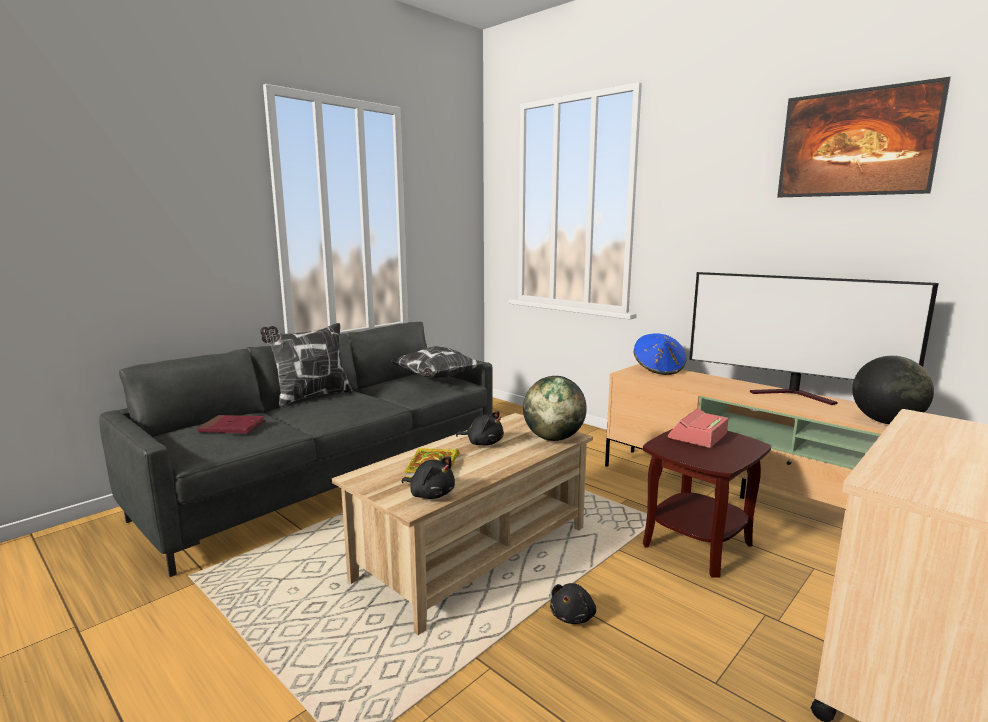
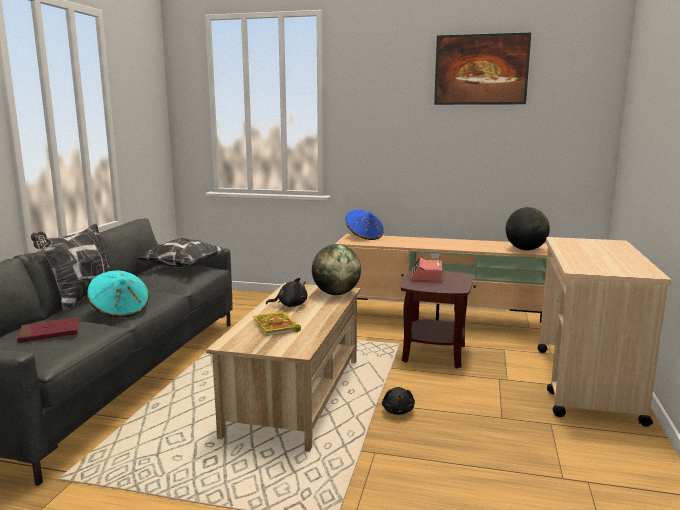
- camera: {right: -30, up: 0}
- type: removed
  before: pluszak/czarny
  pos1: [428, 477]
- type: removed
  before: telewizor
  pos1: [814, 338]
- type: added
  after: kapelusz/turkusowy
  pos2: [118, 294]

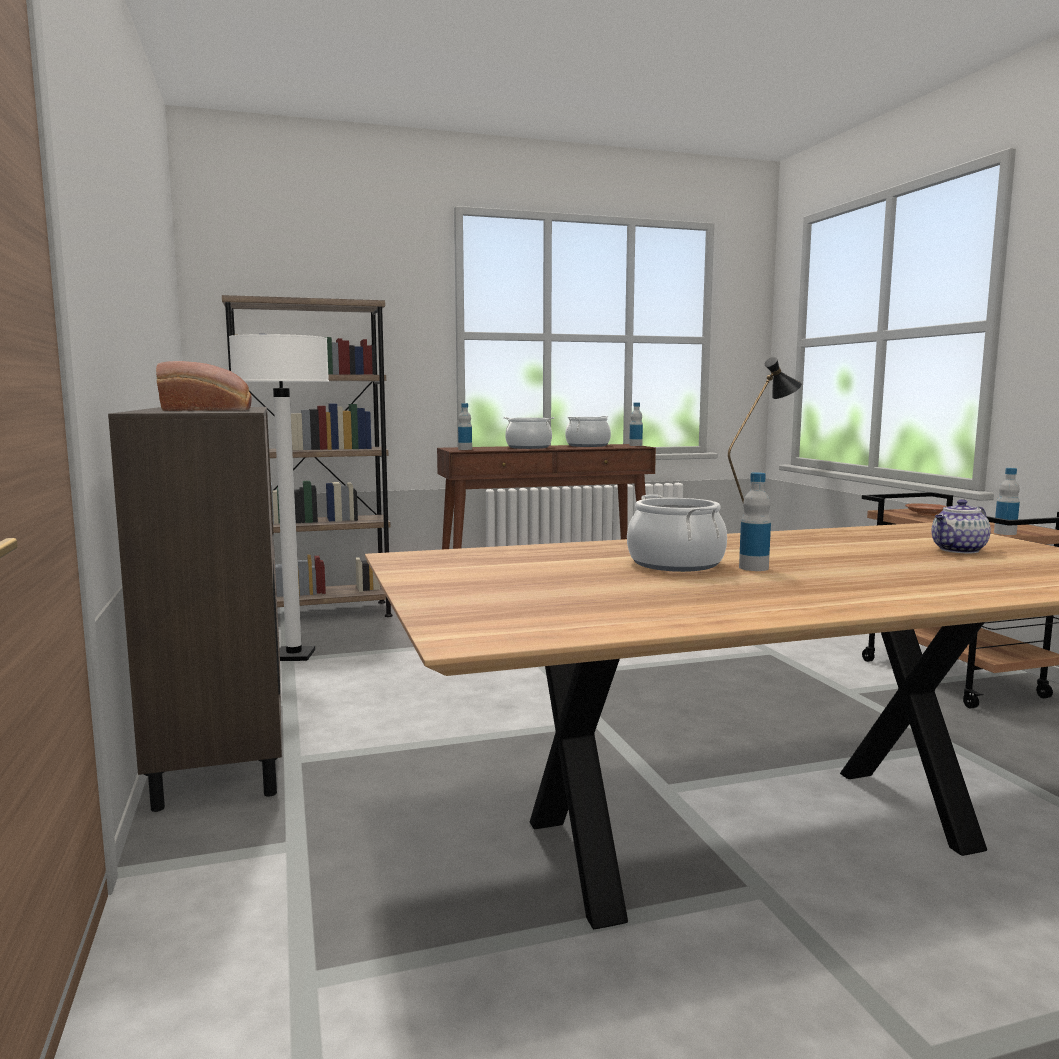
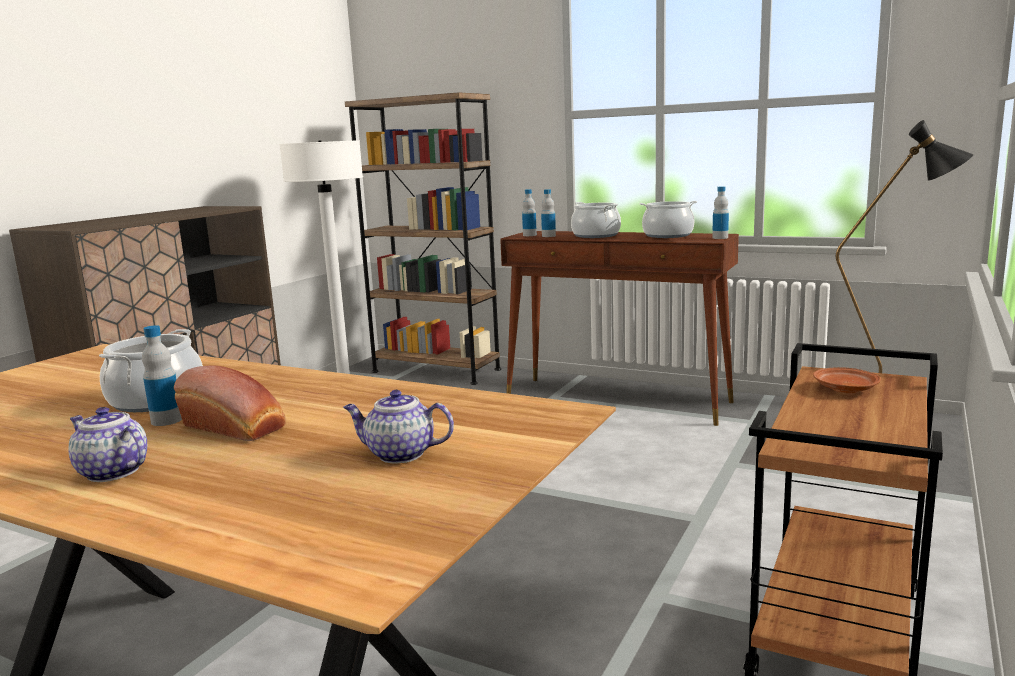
- camera: {right: 45, up: 5}
- type: moved
  before: chleb
  pos1: [204, 386]
  pos2: [230, 403]
- type: moved
  before: butelka
  pos1: [1007, 501]
  pos2: [548, 213]
- type: added
  after: imbryk
  pos2: [108, 444]

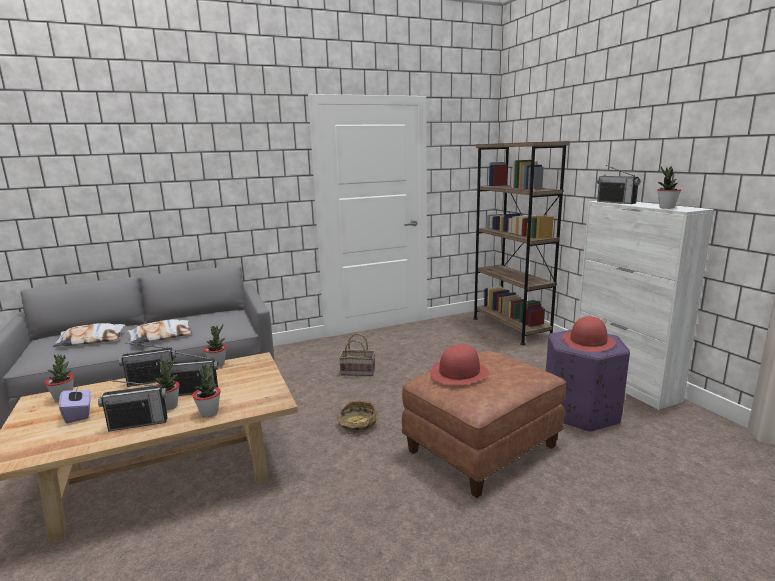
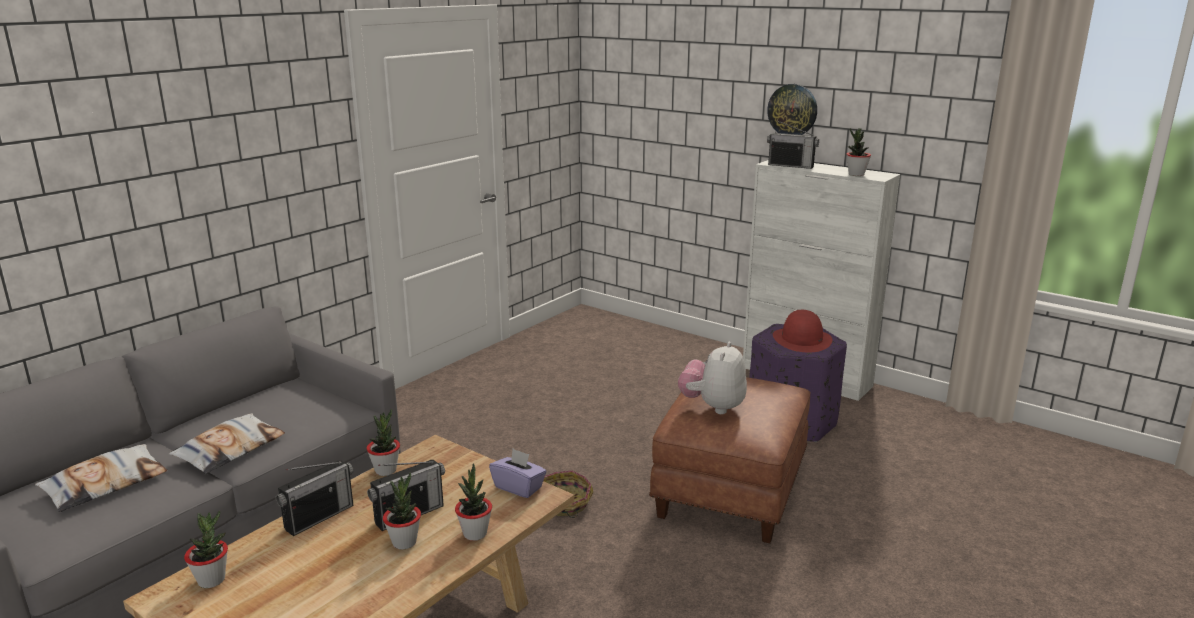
- camera: {right: -30, up: 5}
- type: moved
  before: pudełko chusteczek/fioletowy
  pos1: [75, 403]
  pos2: [518, 473]
- type: removed
  before: radio
  pos1: [133, 405]
- type: removed
  before: koszyk
  pos1: [357, 354]
- type: replaced
  before: kapelusz/czerwony
  after: pluszak
  pos1: [459, 365]
  pos2: [712, 378]
- type: removed
  before: regał/brązowy
  pos1: [521, 243]
- type: added
  after: zegar ścienny
  pos2: [792, 109]

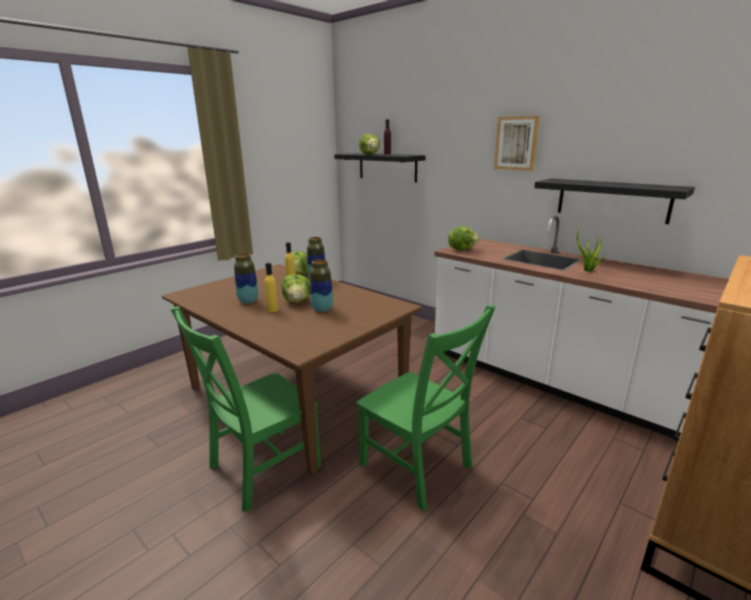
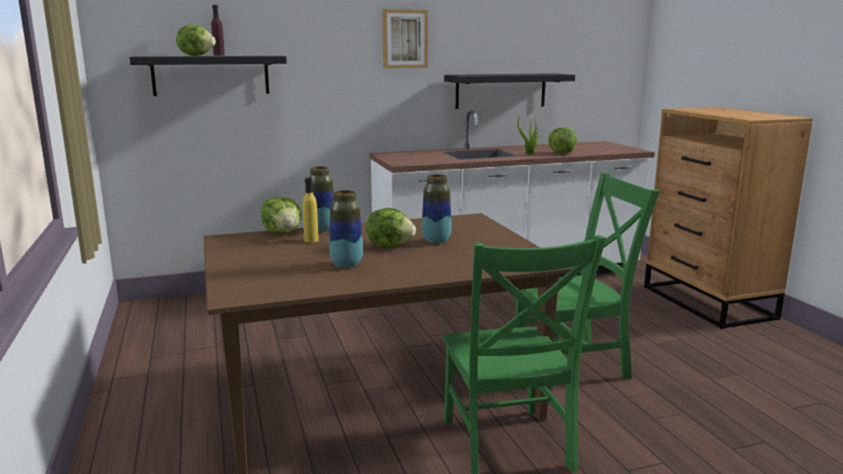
- camera: {right: -60, up: -5}
- type: removed
  before: butelka/żółty
  pos1: [272, 287]
- type: moved
  before: sałata
  pos1: [463, 238]
  pos2: [562, 140]

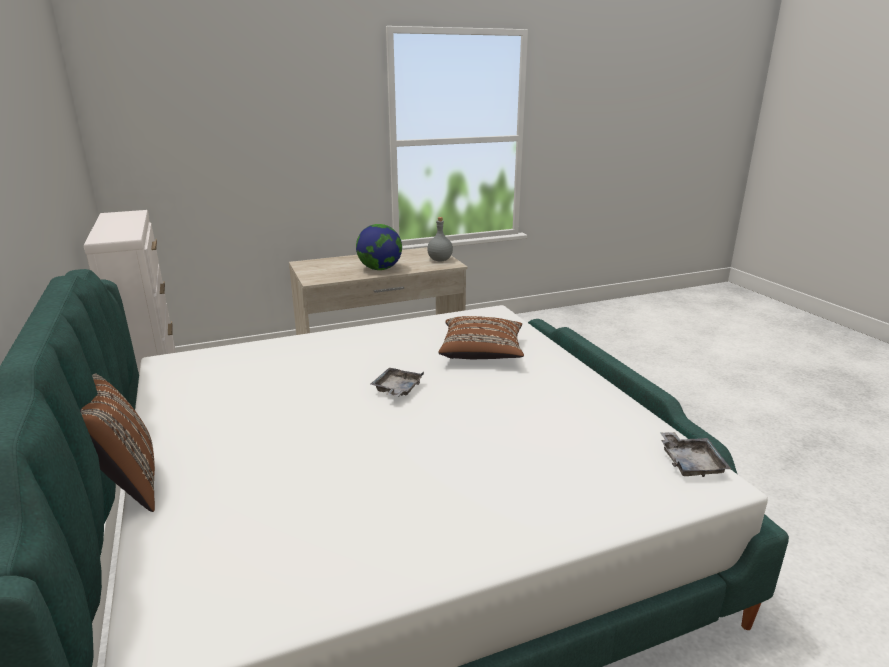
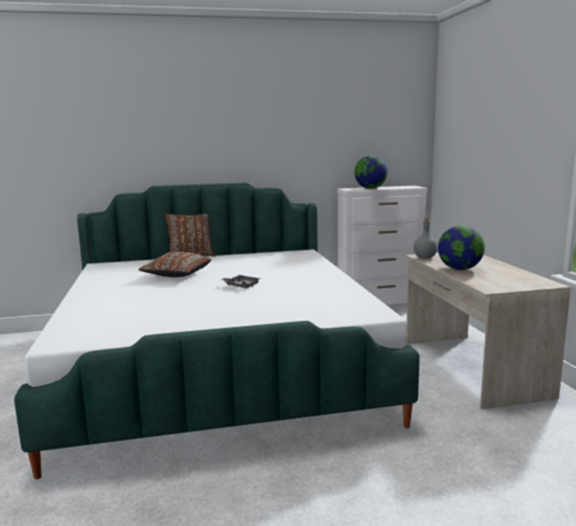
- camera: {right: 100, up: -10}
- type: moved
  before: butelka/szary
  pos1: [440, 239]
  pos2: [425, 238]
- type: moved
  before: poduszka/brązowy
  pos1: [481, 337]
  pos2: [174, 264]
- type: removed
  before: taca/szary
  pos1: [695, 454]
- type: added
  after: globus
  pos2: [371, 172]

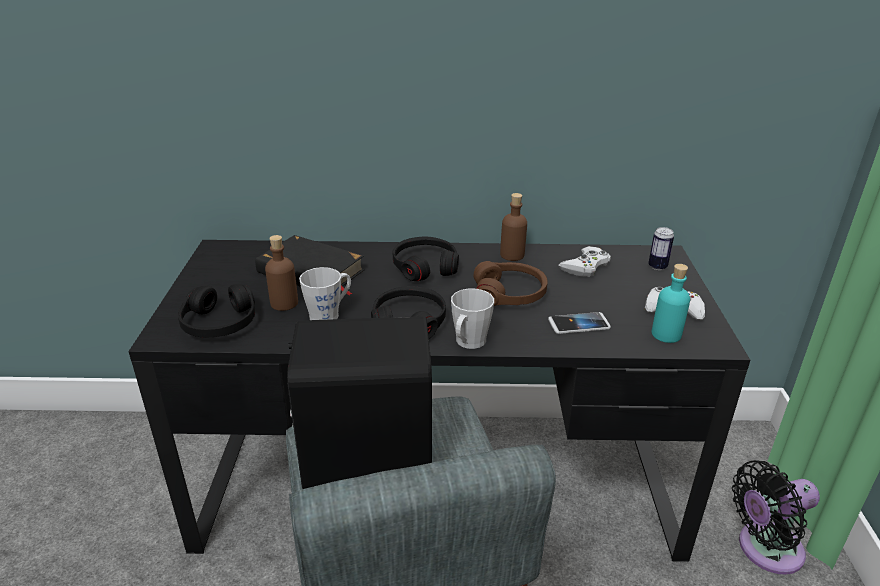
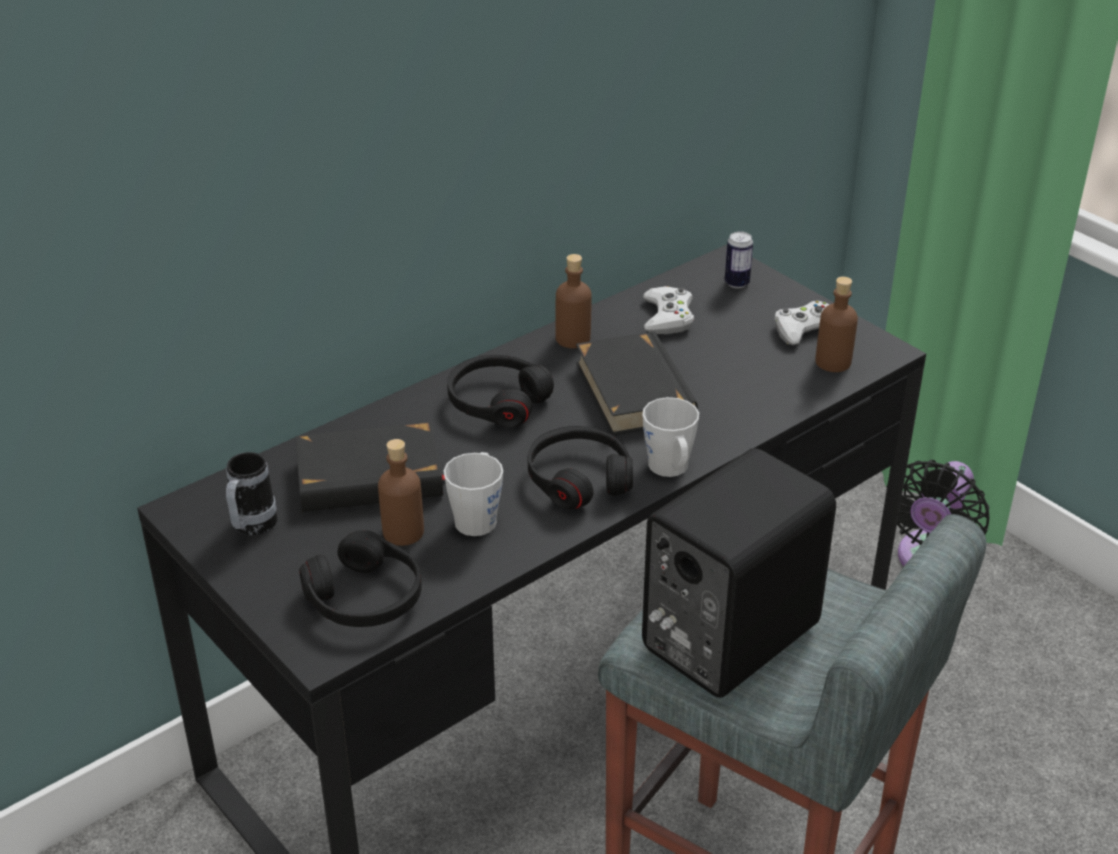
- camera: {right: -40, up: 5}
- type: replaced
  before: słuchawki/brązowy
  after: książka/czarny
  pos1: [510, 283]
  pos2: [637, 383]
- type: removed
  before: telefon
  pos1: [579, 323]
- type: recoloured
  before: butelka/turkusowy
  after: butelka/brązowy
  pos1: [671, 303]
  pos2: [836, 324]
- type: added
  after: kubek
  pos2: [252, 493]

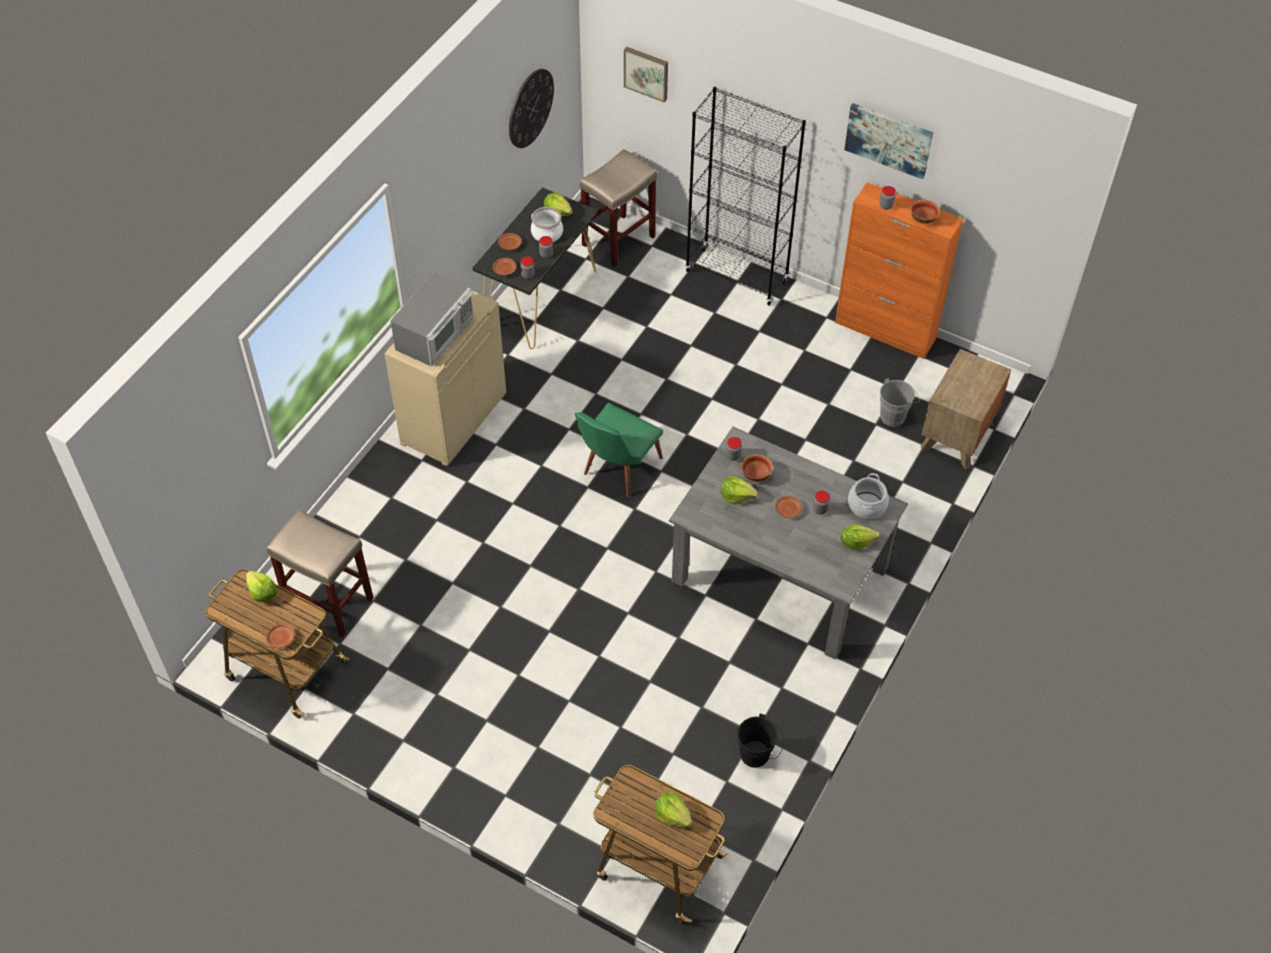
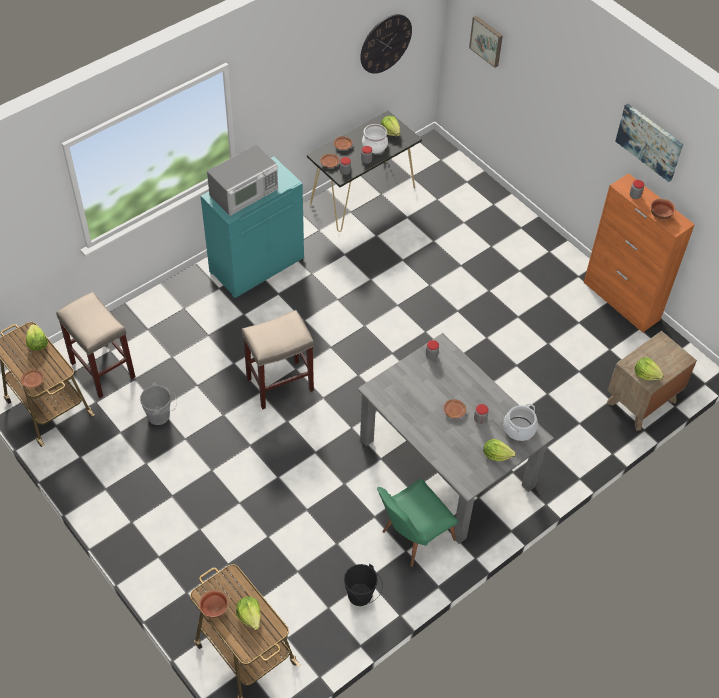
- camera: {right: 20, up: 0}
- type: recoloured
  before: szafka/beżowy
  after: szafka/turkusowy
  pos1: [445, 378]
  pos2: [252, 227]
- type: moved
  before: krzesło/zielony
  pos1: [619, 450]
  pos2: [417, 522]
- type: moved
  before: stołek/beżowy
  pos1: [618, 208]
  pos2: [277, 359]
- type: removed
  before: regał/czarny
  pos1: [745, 196]
- type: moved
  before: sałata
  pos1: [739, 490]
  pos2: [649, 368]
- type: moved
  before: miska
  pos1: [757, 468]
  pos2: [214, 604]
- type: moved
  before: wiadro/szary
  pos1: [900, 402]
  pos2: [158, 404]

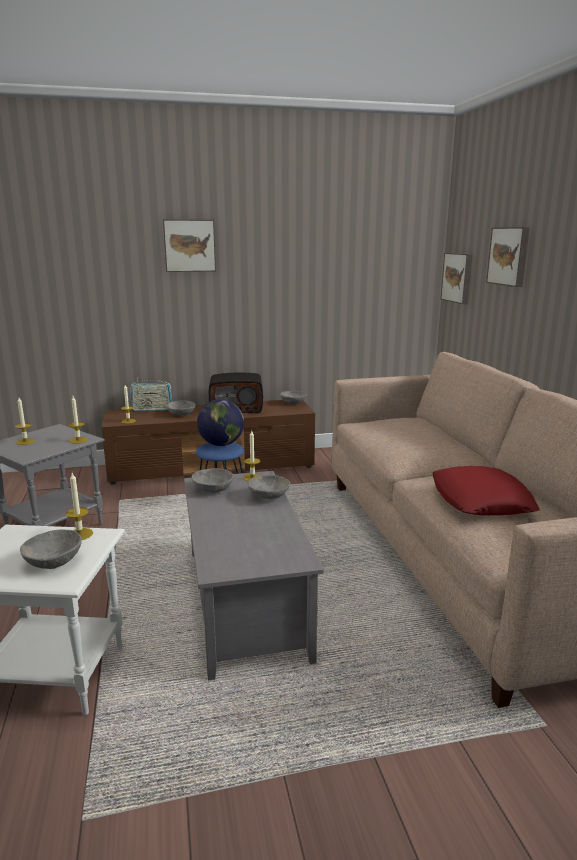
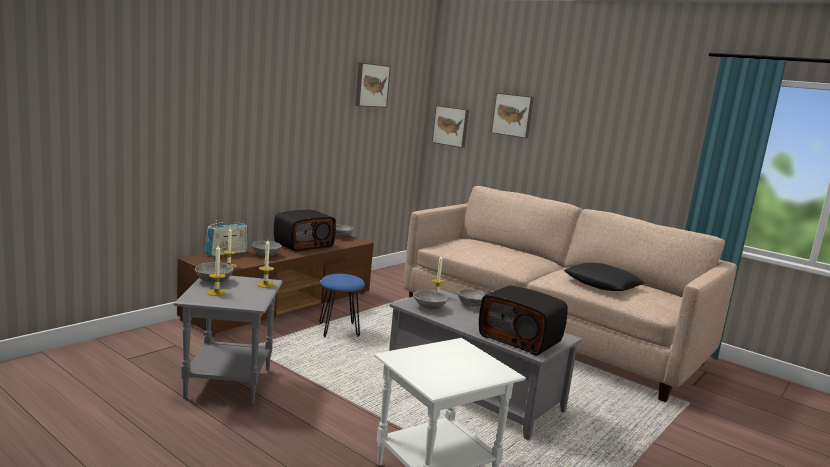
- camera: {right: -40, up: -5}
- type: moved
  before: miska/szary
  pos1: [51, 549]
  pos2: [214, 272]
- type: removed
  before: świeca
  pos1: [79, 506]
- type: moved
  before: obraz
  pos1: [189, 245]
  pos2: [373, 85]
- type: removed
  before: globus
  pos1: [220, 422]
- type: recoloured
  before: poduszka/czerwony
  after: poduszka/czarny
  pos1: [486, 491]
  pos2: [604, 277]
- type: added
  after: radio
  pos2: [523, 320]

